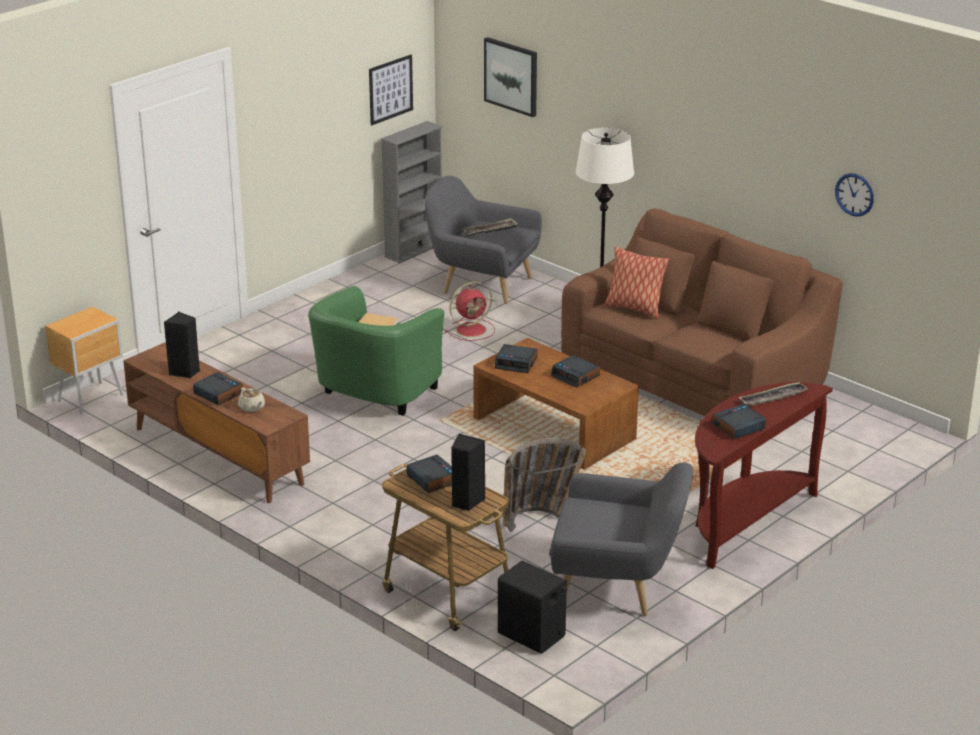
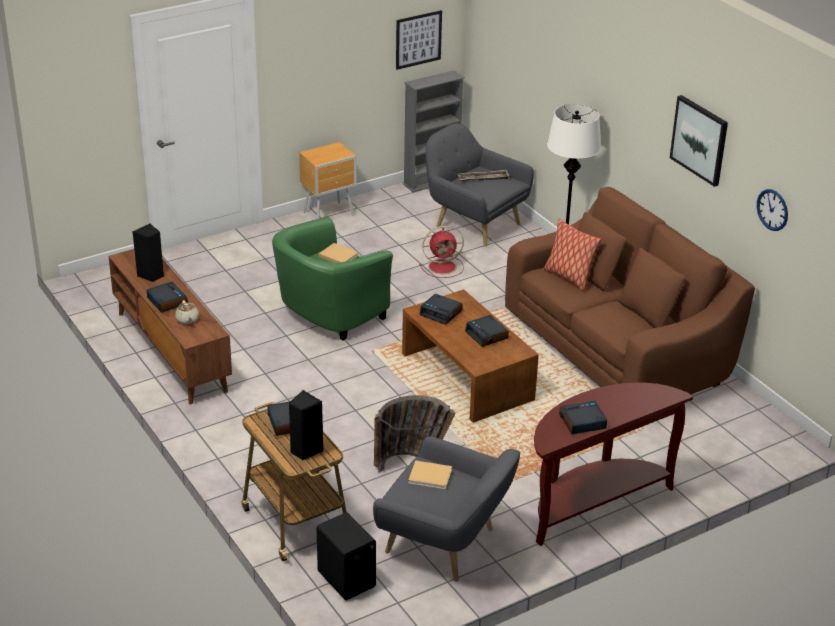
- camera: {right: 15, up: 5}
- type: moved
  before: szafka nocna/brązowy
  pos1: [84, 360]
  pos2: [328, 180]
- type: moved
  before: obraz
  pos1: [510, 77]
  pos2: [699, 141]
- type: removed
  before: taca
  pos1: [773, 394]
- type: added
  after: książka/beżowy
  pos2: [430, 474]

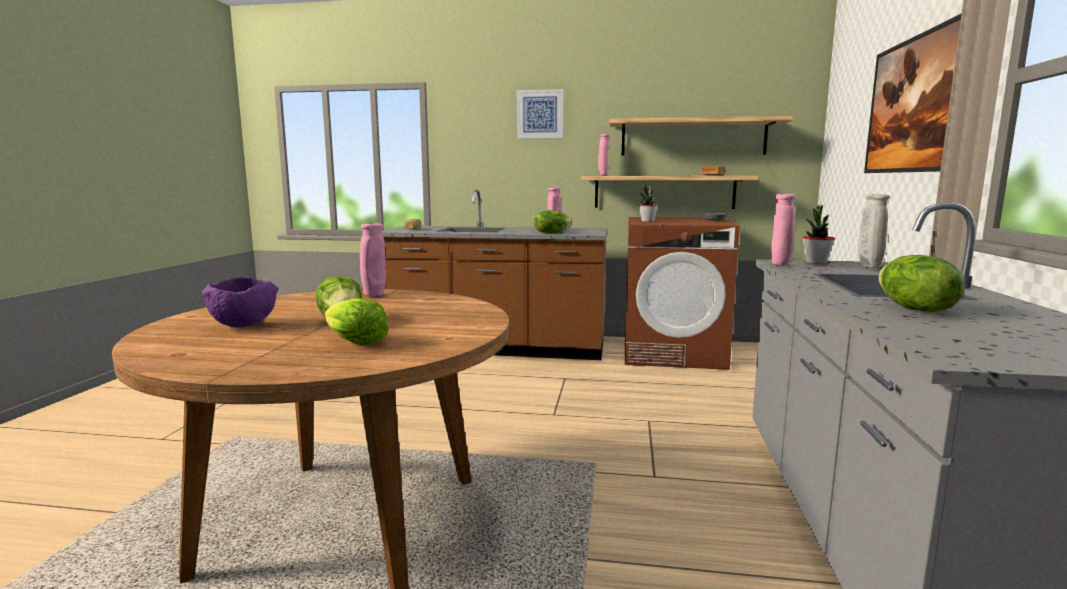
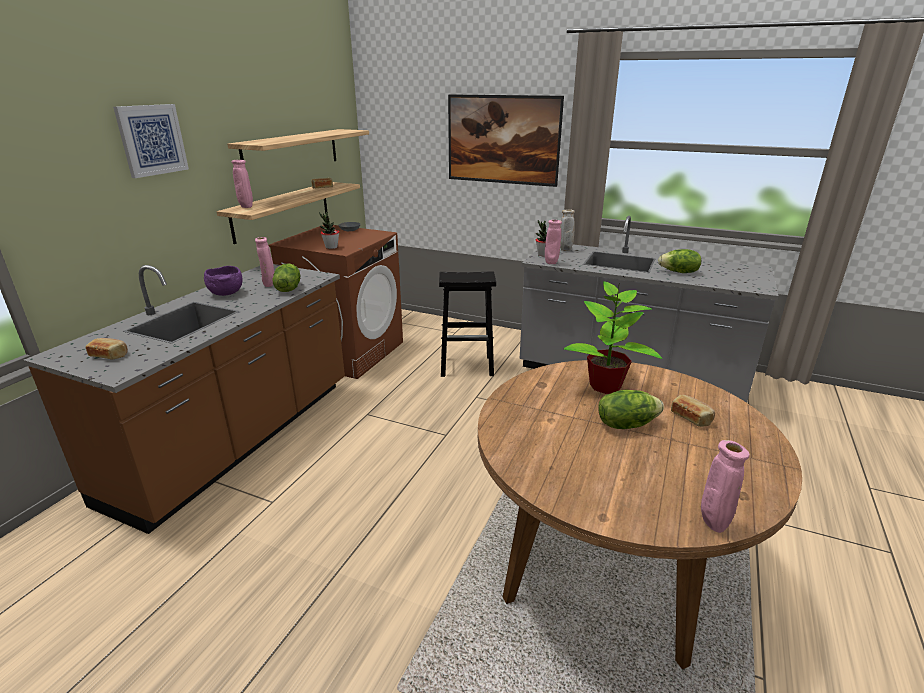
- camera: {right: -75, up: 15}
- type: moved
  before: miska/fioletowy
  pos1: [240, 302]
  pos2: [223, 281]
- type: replaced
  before: sałata
  after: chleb
  pos1: [356, 322]
  pos2: [693, 411]
- type: moved
  before: wazon/różowy
  pos1: [373, 260]
  pos2: [725, 486]
- type: added
  after: stołek/czarny
  pos2: [467, 324]
- type: added
  after: roślina doniczkowa
  pos2: [613, 337]

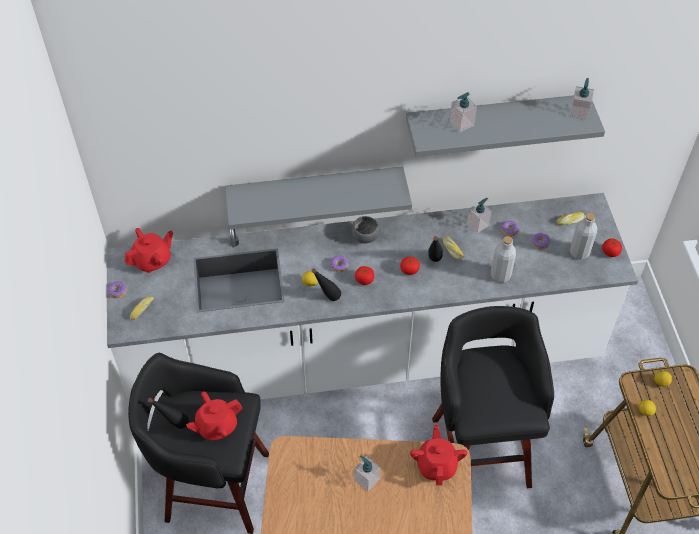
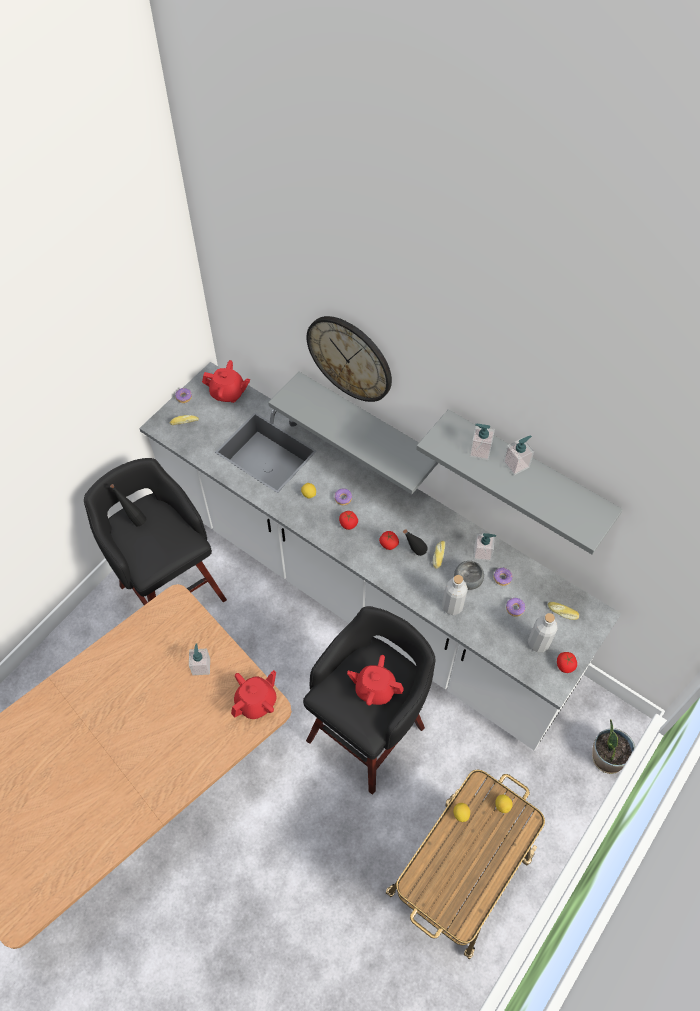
- camera: {right: 45, up: 5}
- type: moved
  before: imbryk/czerwony
  pos1: [214, 416]
  pos2: [375, 680]
- type: removed
  before: butelka/czarny
  pos1: [326, 284]
- type: moved
  before: miska/szary
  pos1: [365, 229]
  pos2: [469, 575]
- type: moved
  before: dozownik mydła
  pos1: [581, 99]
  pos2: [518, 455]
- type: added
  after: zegar ścienny
  pos2: [349, 359]
- type: added
  after: roślina doniczkowa
  pos2: [613, 746]

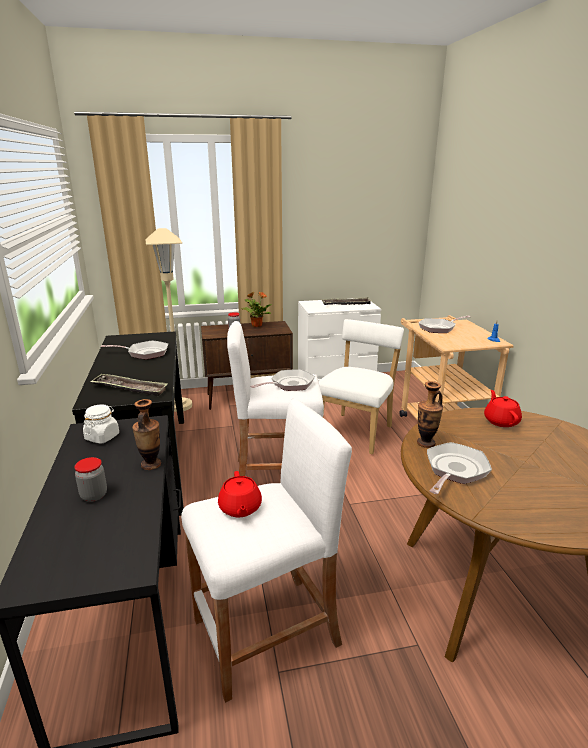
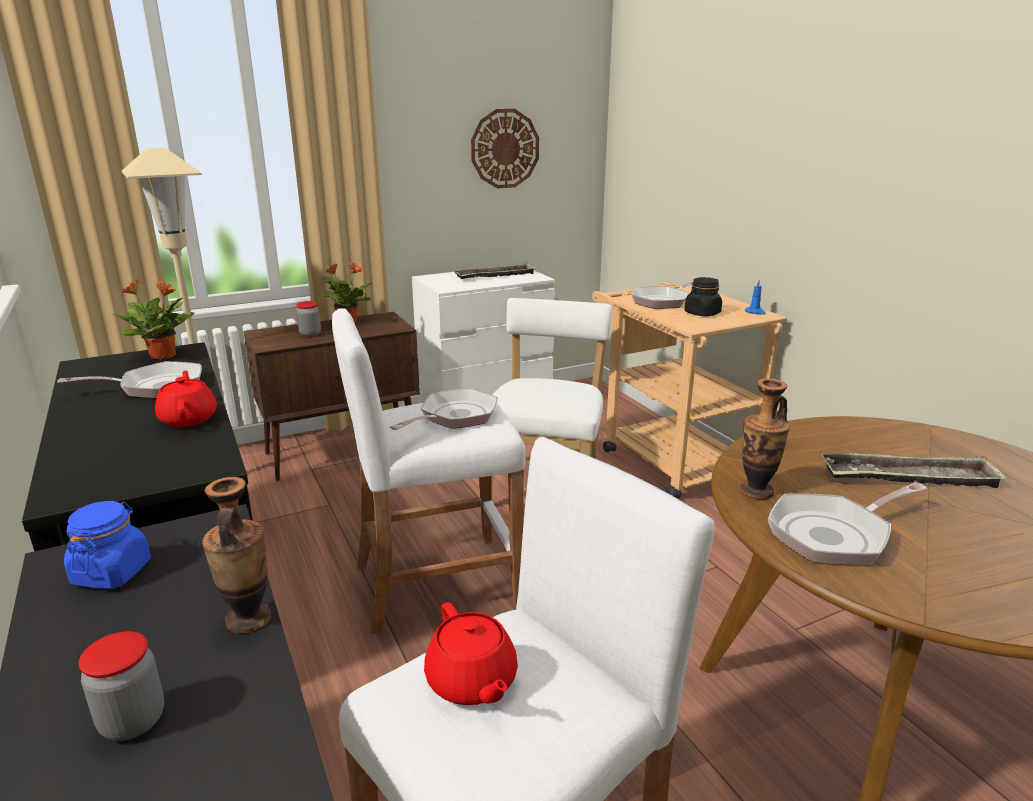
- camera: {right: -15, up: 0}
- type: recoloured
  before: słoik/biały
  after: słoik/niebieski
  pos1: [101, 424]
  pos2: [107, 545]
- type: moved
  before: taca
  pos1: [128, 385]
  pos2: [913, 470]
- type: turned
  before: patelnia
  pos1: [459, 468]
  pos2: [847, 523]
  turn: -135
- type: moved
  before: imbryk/czerwony
  pos1: [503, 408]
  pos2: [186, 398]
- type: added
  after: roślina doniczkowa
  pos2: [153, 319]
- type: added
  after: zegar ścienny
  pos2: [505, 148]
- type: added
  after: słoik/czarny
  pos2: [703, 297]

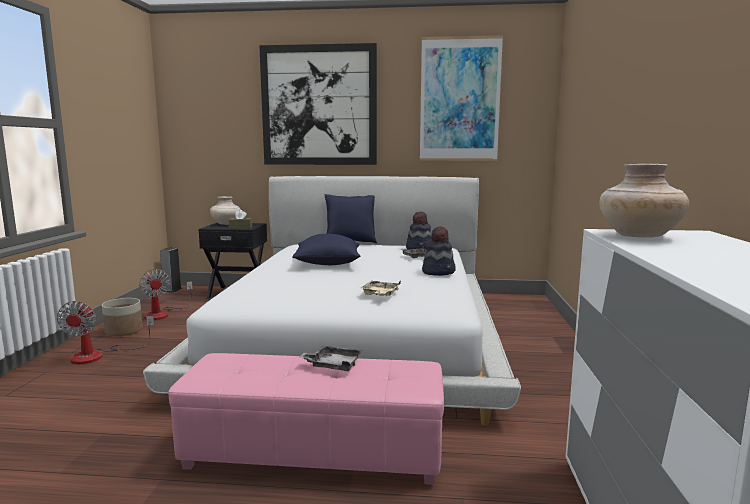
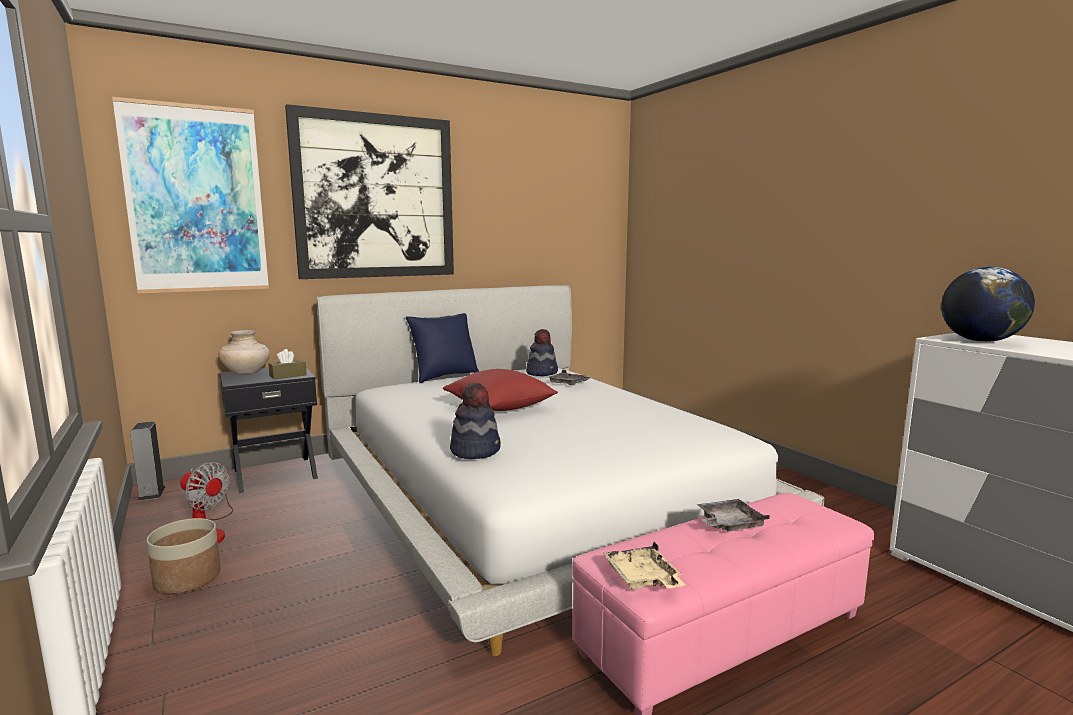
- camera: {right: -35, up: 0}
- type: removed
  before: wentylator
  pos1: [105, 332]
- type: recoloured
  before: poduszka/niebieski
  after: poduszka/czerwony
  pos1: [326, 249]
  pos2: [500, 390]
- type: moved
  before: taca/beżowy
  pos1: [380, 288]
  pos2: [644, 566]
- type: moved
  before: obraz
  pos1: [461, 98]
  pos2: [190, 195]
- type: moved
  before: kapelusz
  pos1: [439, 251]
  pos2: [475, 421]
- type: replaced
  before: wazon/beżowy
  after: globus
  pos1: [644, 201]
  pos2: [988, 304]

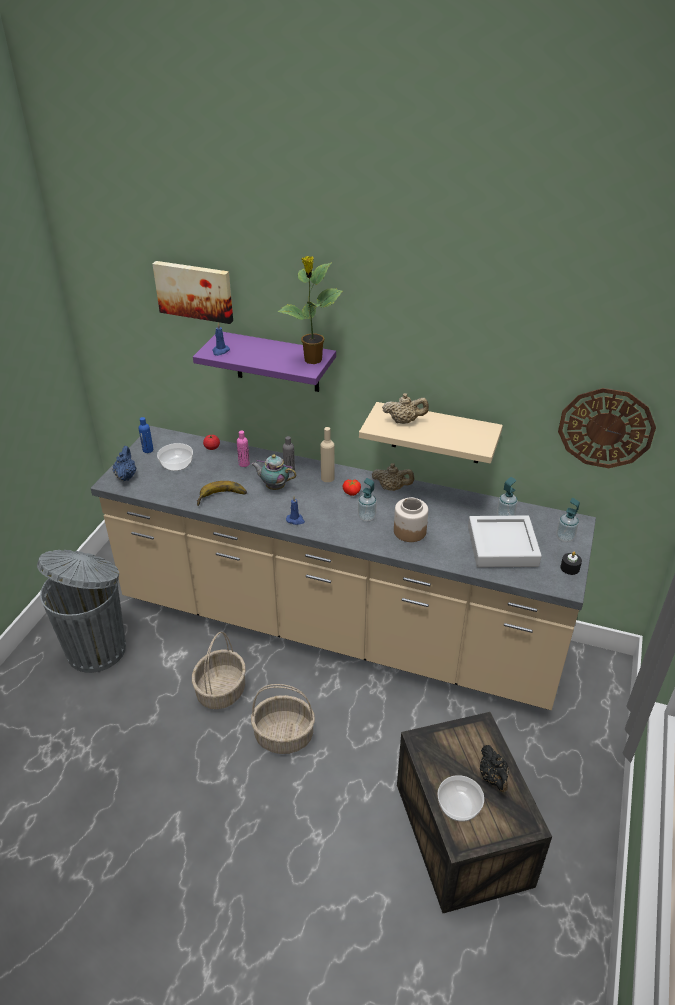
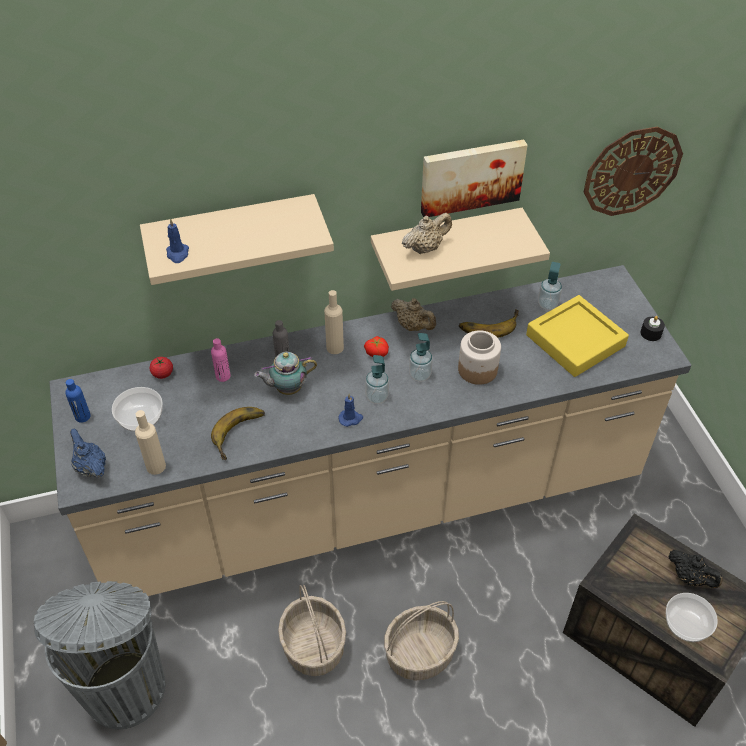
- camera: {right: -35, up: 10}
- type: moved
  before: obraz
  pos1: [192, 292]
  pos2: [474, 178]
- type: recoloured
  before: półka/fioletowy
  after: półka/beżowy
  pos1: [264, 362]
  pos2: [237, 239]
- type: removed
  before: roślina doniczkowa
  pos1: [310, 310]
- type: turned
  before: imbryk/beżowy
  pos1: [393, 477]
  pos2: [413, 314]
  turn: 60
- type: recoloured
  before: taca/szary
  after: taca/żółty
  pos1: [505, 541]
  pos2: [577, 336]
- type: moved
  before: dozownik mydła
  pos1: [568, 520]
  pos2: [377, 379]
- type: added
  after: butelka/beżowy
  pos2: [150, 442]
- type: added
  after: banan
  pos2: [489, 323]

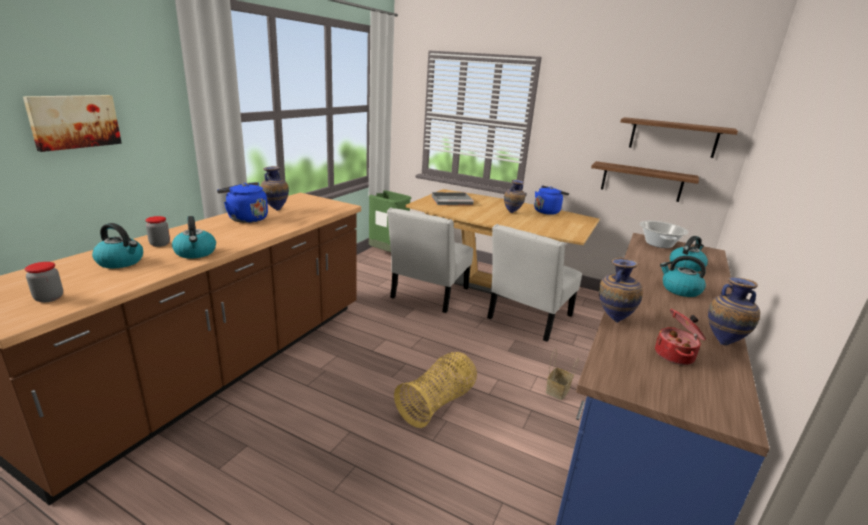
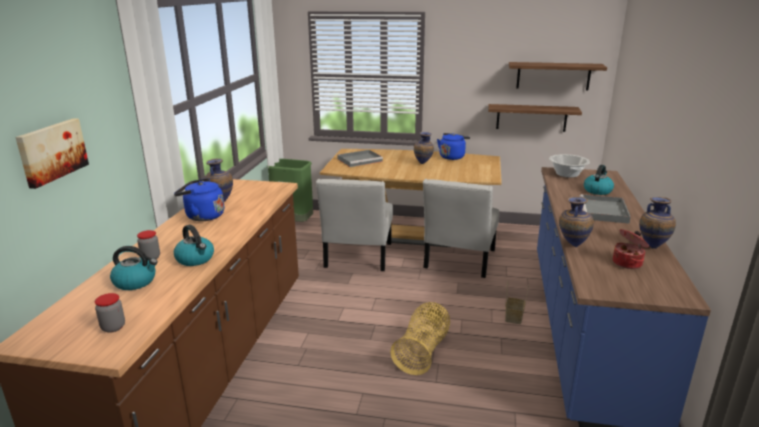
- camera: {right: -15, up: 0}
- type: replaced
  before: czajnik
  after: taca/szary
  pos1: [683, 276]
  pos2: [605, 209]

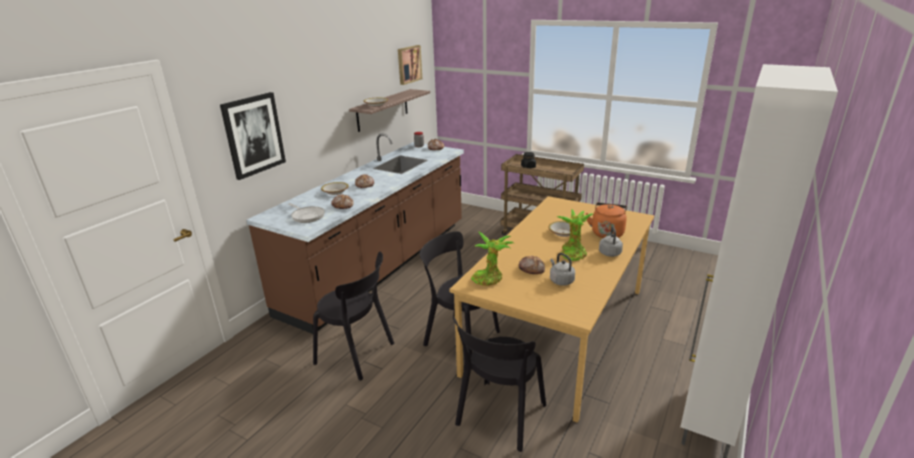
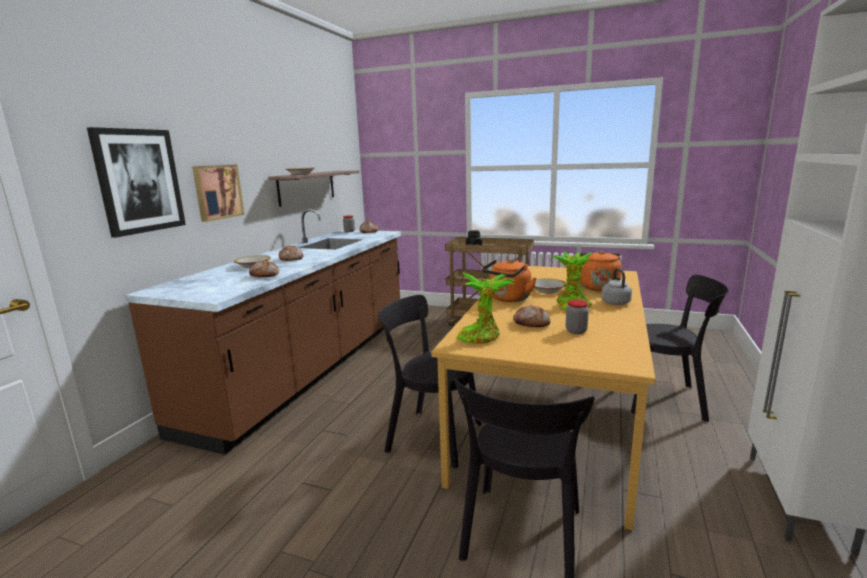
- camera: {right: -10, up: -10}
- type: removed
  before: patelnia
  pos1: [306, 213]
- type: moved
  before: krzesło/czarny
  pos1: [353, 316]
  pos2: [680, 348]
- type: moved
  before: obraz
  pos1: [410, 65]
  pos2: [218, 193]
- type: replaced
  before: czajnik/szary
  after: słoik
  pos1: [562, 269]
  pos2: [577, 317]
- type: added
  after: czajnik/pomarańczowy
  pos2: [509, 280]

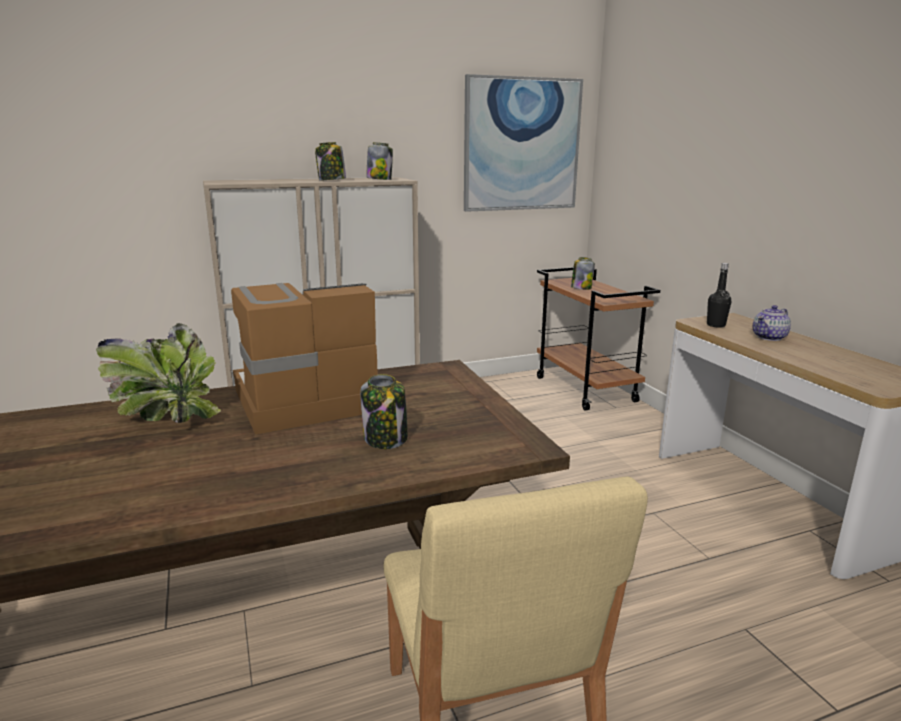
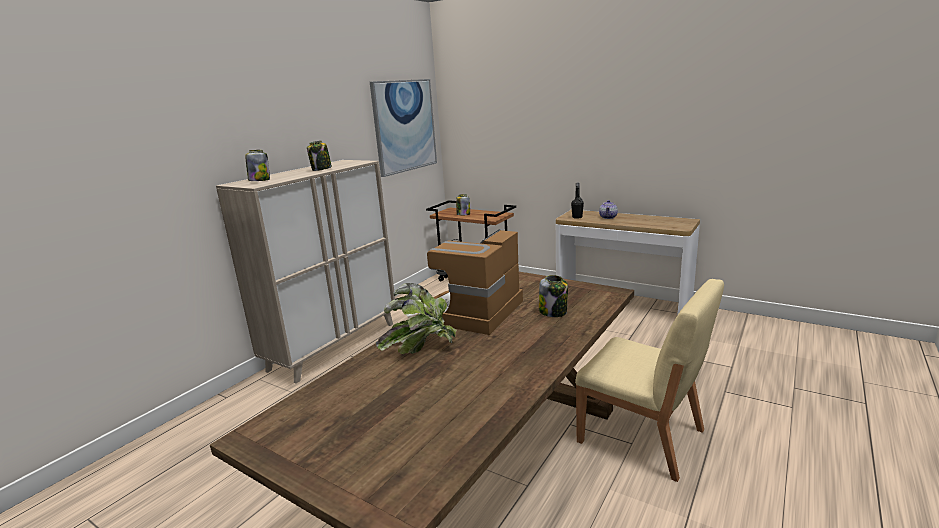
- camera: {right: -35, up: 0}
- type: moved
  before: słoik
  pos1: [379, 161]
  pos2: [257, 165]

